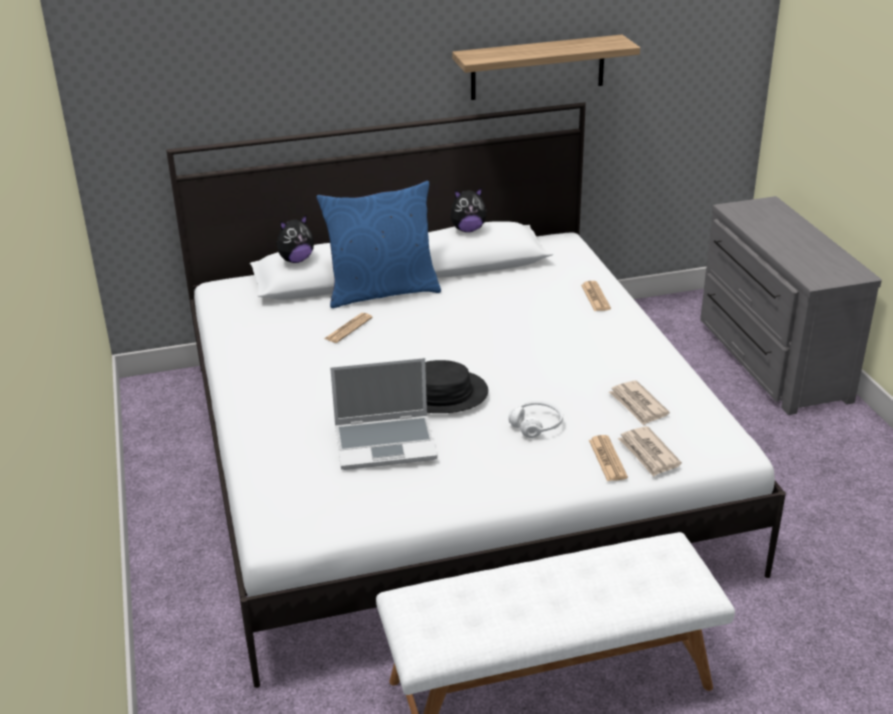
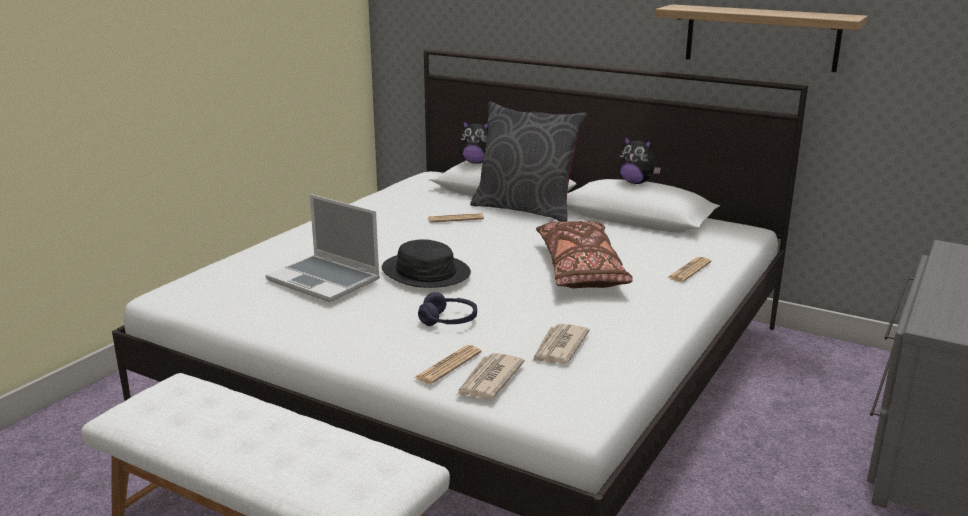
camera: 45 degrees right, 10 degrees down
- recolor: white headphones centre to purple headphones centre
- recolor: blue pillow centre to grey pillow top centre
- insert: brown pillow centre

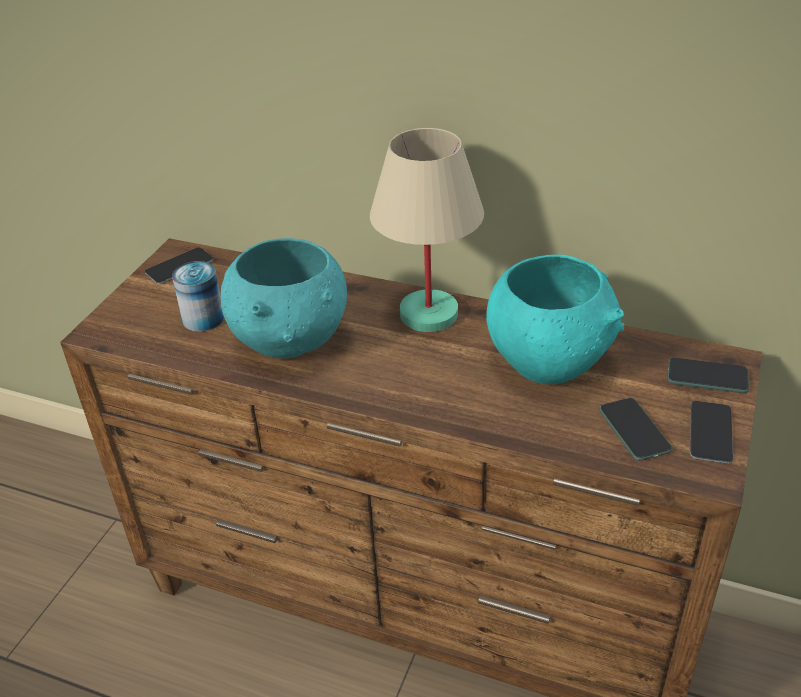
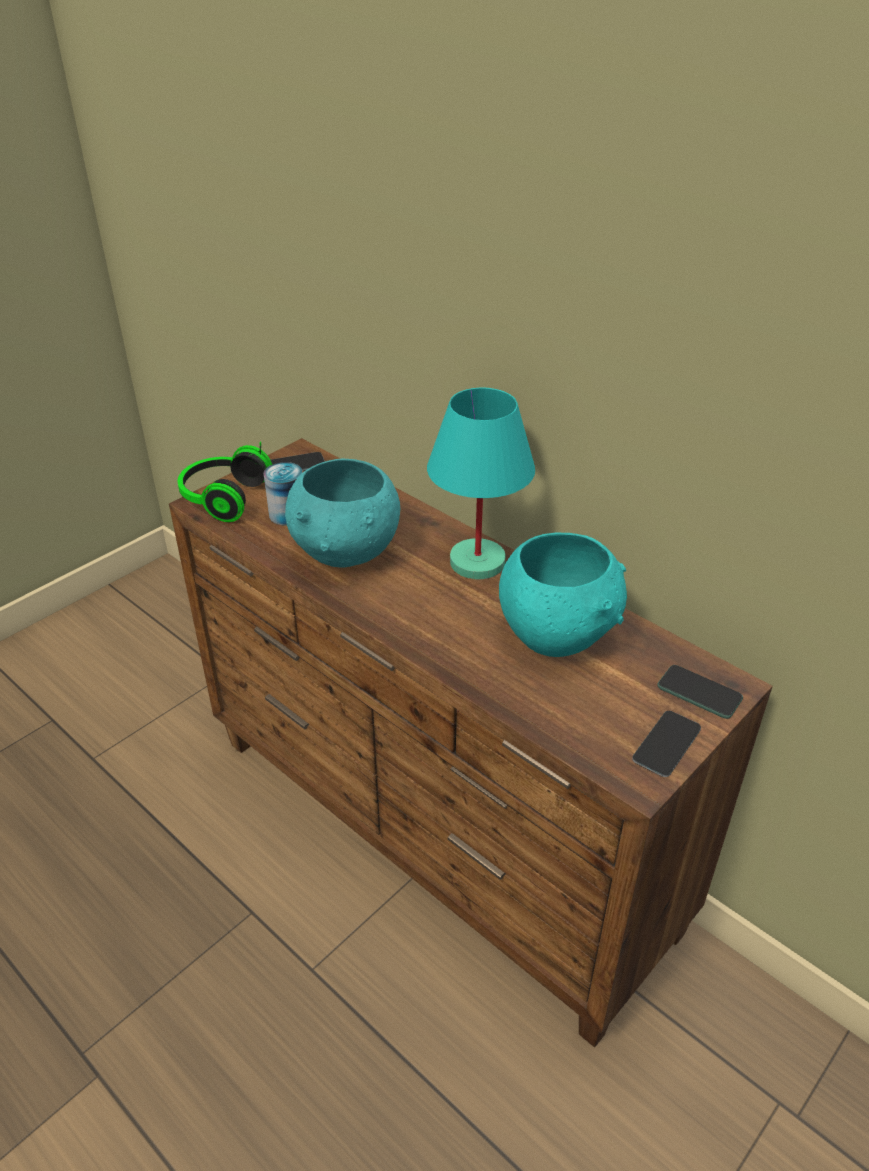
camera: 20 degrees right, 0 degrees up
- insert: headphones middle left
- recolor: beige table lamp top centre to turquoise table lamp centre
- delete: phone (2nd from left) middle right

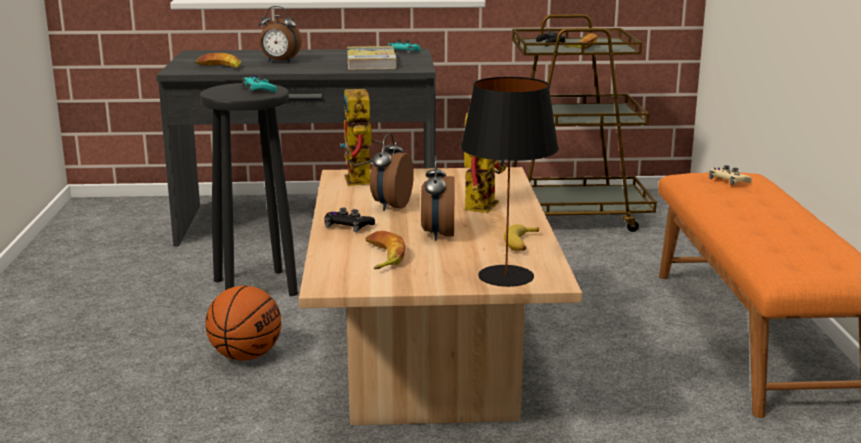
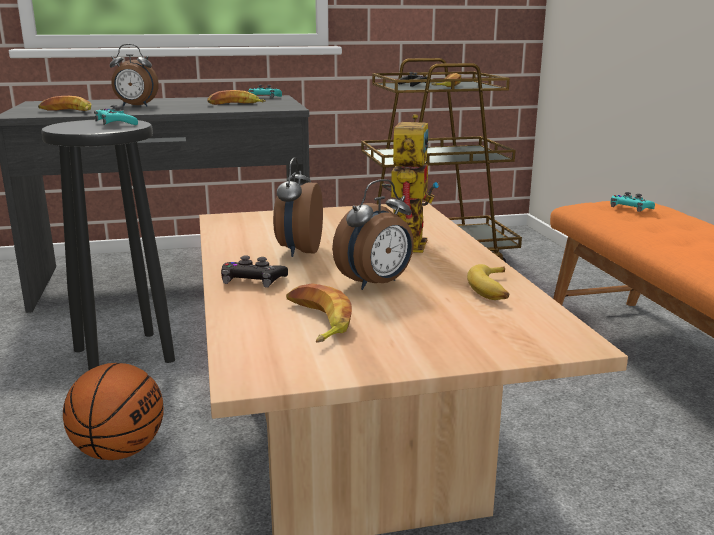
camera: 10 degrees left, 0 degrees up
- replace: book top centre to banana (2nd from left) top left
- rotate: alarm clock (3rd from left) centre = centre 120 degrees counterclockwise
- recolor: beige game controller middle right to turquoise game controller (3rd from left) middle right
- delete: toy robot (1st from left) top centre
- delete: black table lamp centre

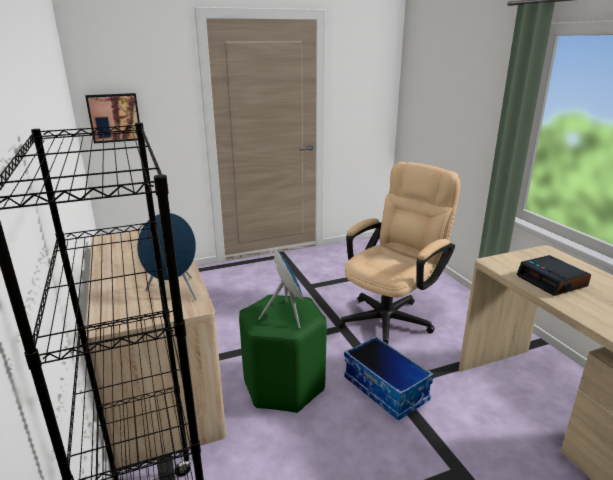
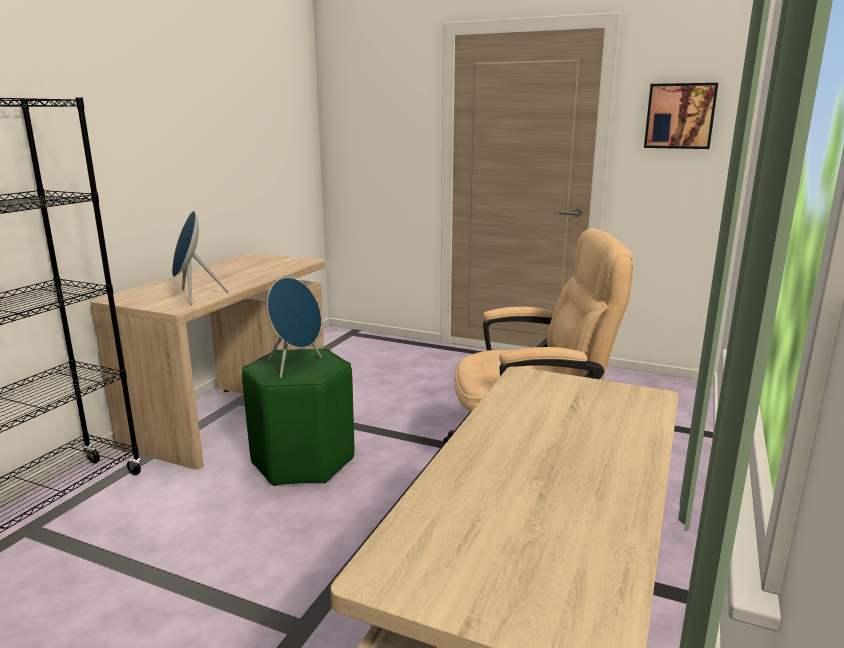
camera: 45 degrees right, 5 degrees down
- move: picture top left to top right
- delete: storage box bottom centre
- delete: alarm clock middle right

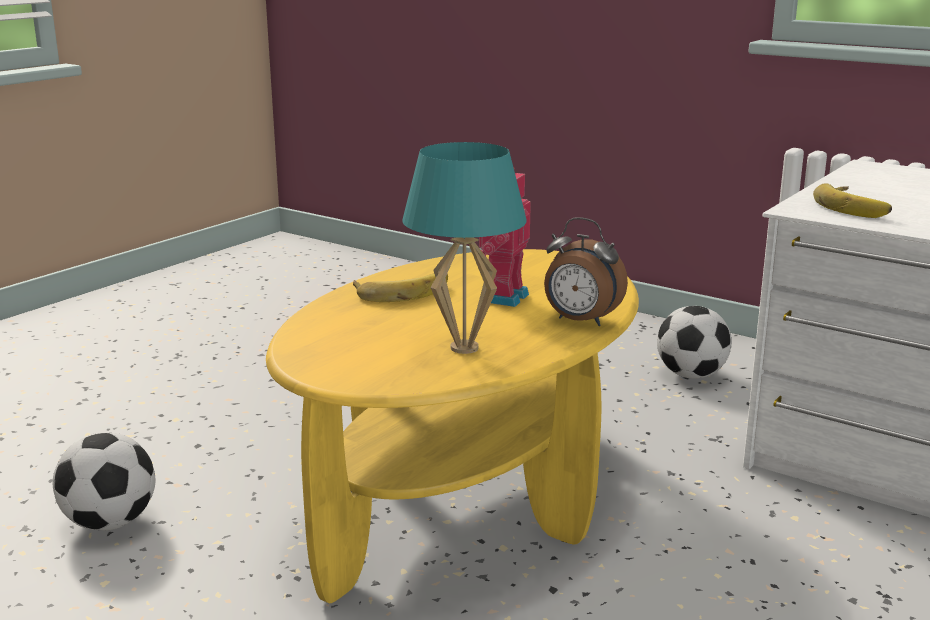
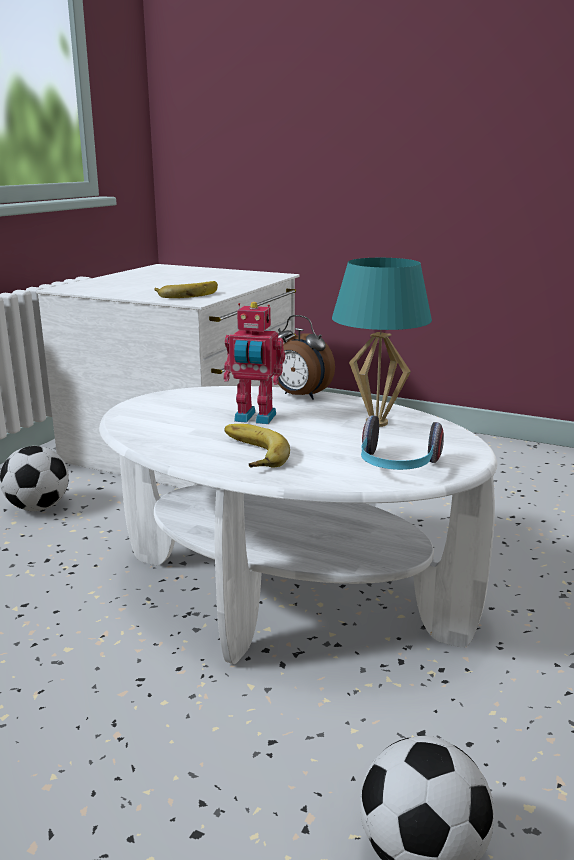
camera: 100 degrees left, 0 degrees up
- recolor: yellow coffee table bottom centre to white coffee table centre
- rotate: alarm clock centre = centre 105 degrees clockwise
- insert: headphones middle right

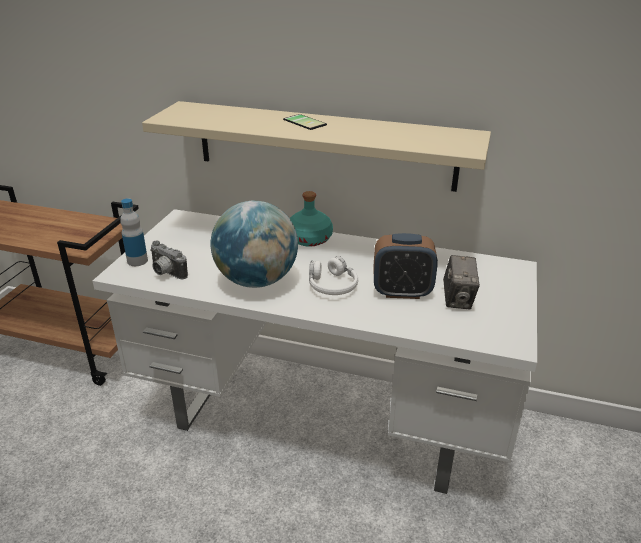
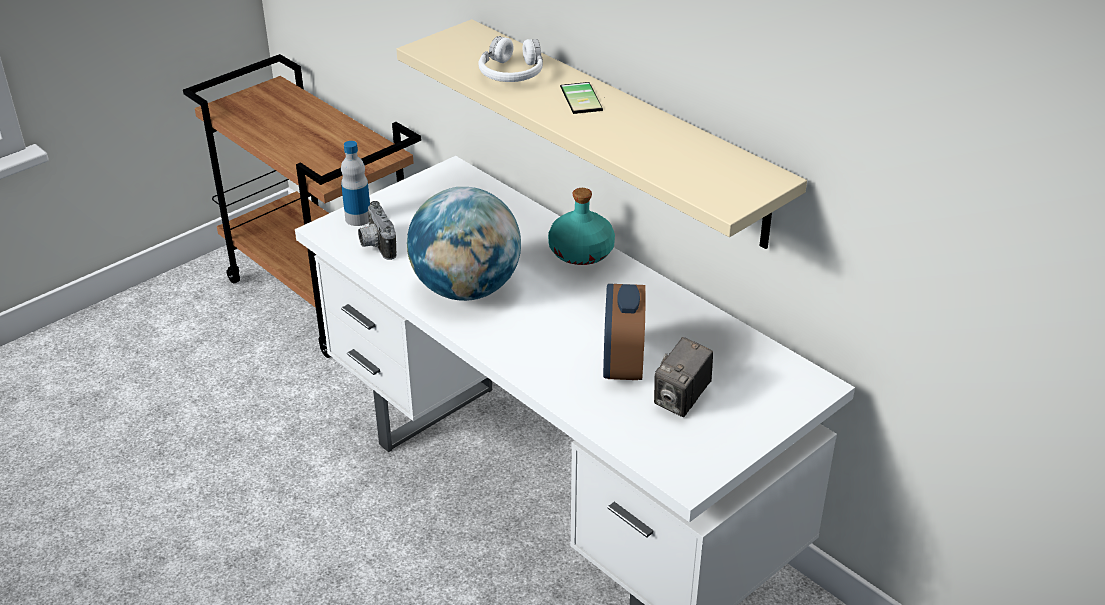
camera: 30 degrees right, 5 degrees up
- move: white headphones centre to top centre
- rotate: alarm clock centre = centre 60 degrees clockwise

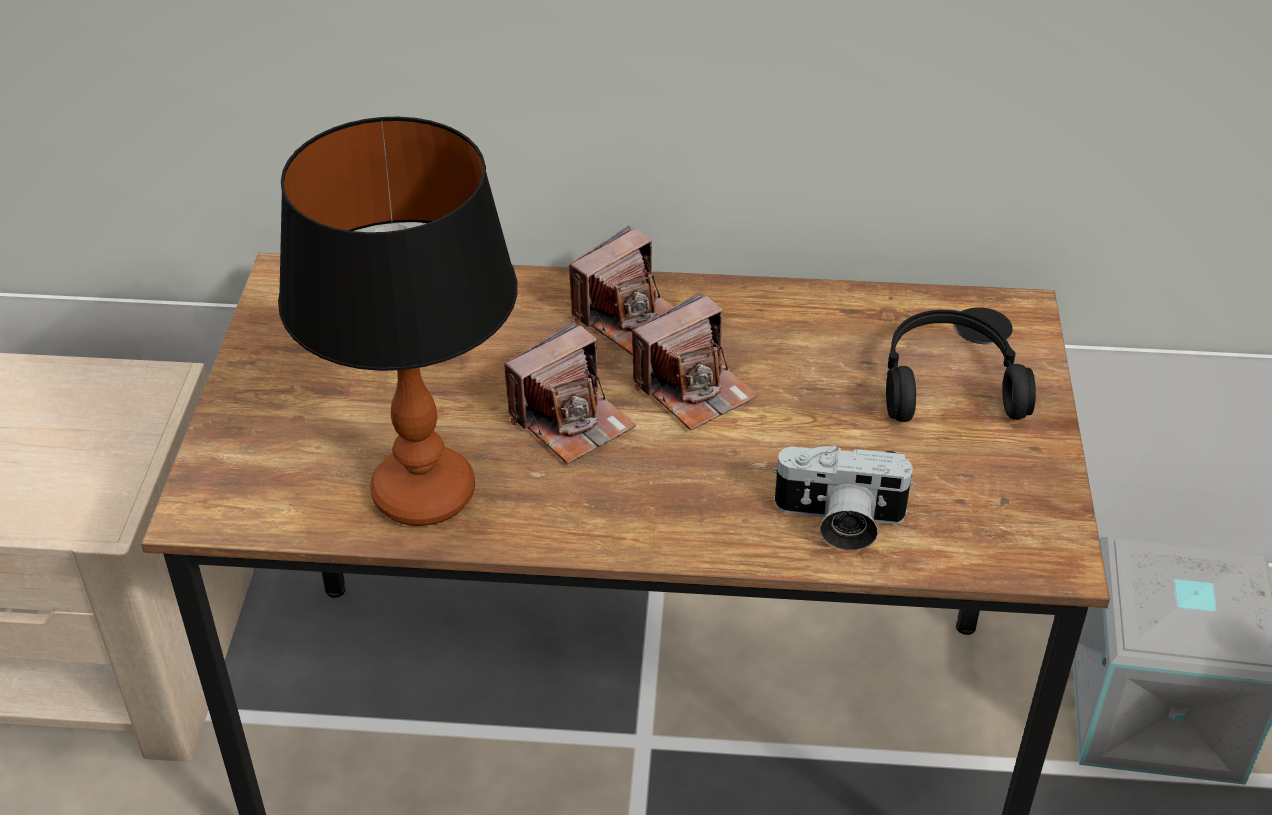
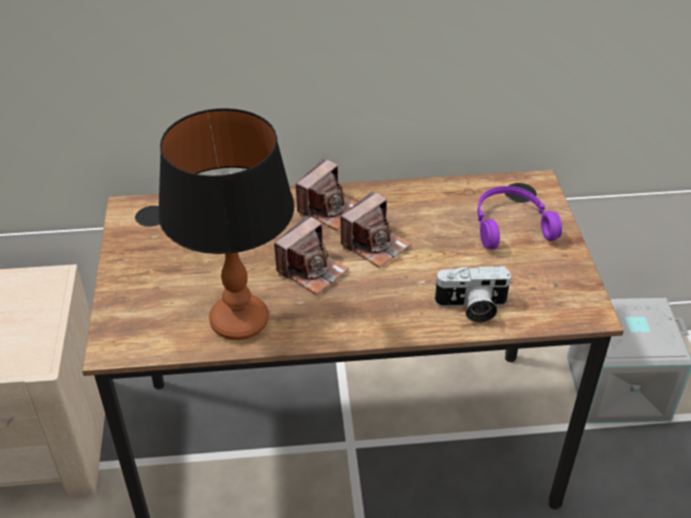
camera: 10 degrees left, 0 degrees up
- recolor: black headphones middle right to purple headphones middle right

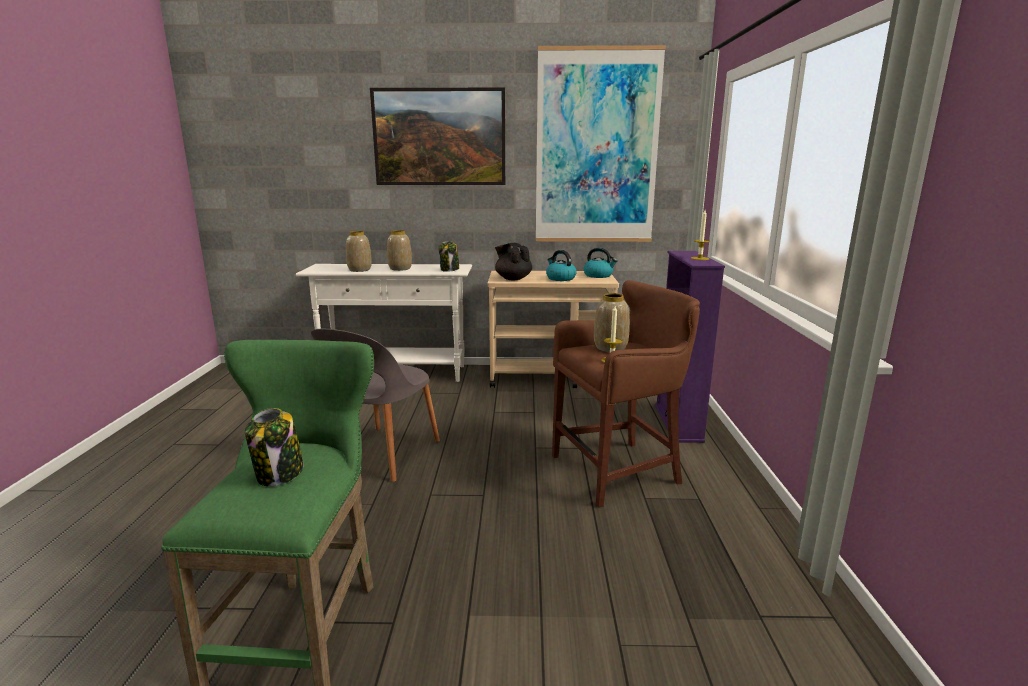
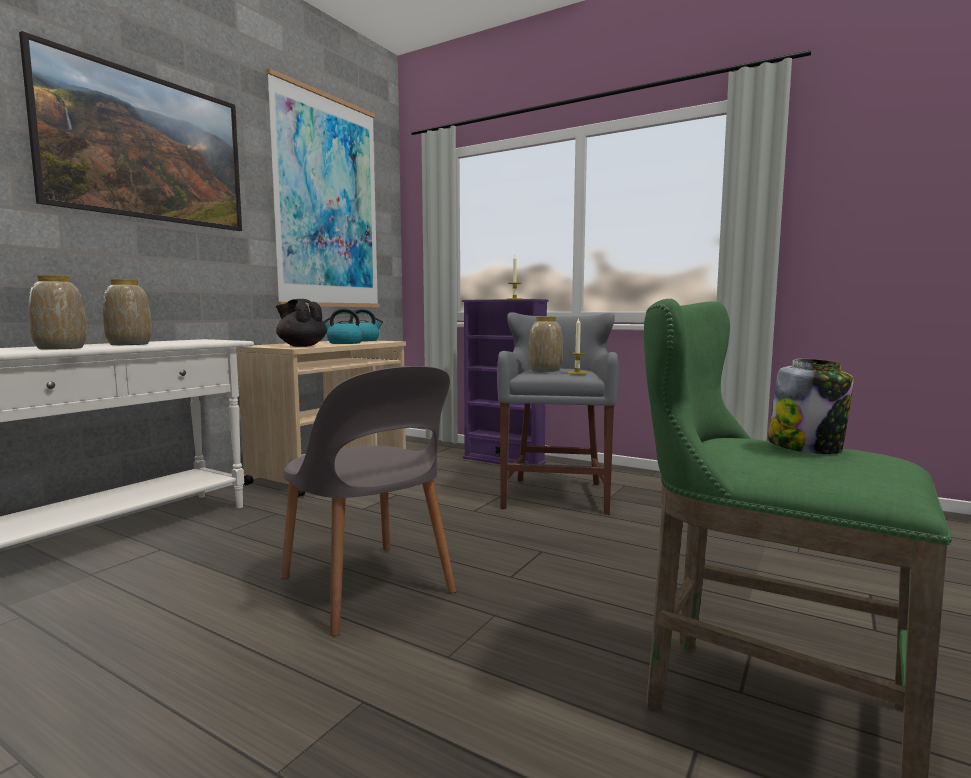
camera: 60 degrees left, 10 degrees down
- rotate: black teapot centre = middle left 45 degrees clockwise
- recolor: brown stool centre to grey stool centre
- delete: jar (2nd from left) centre

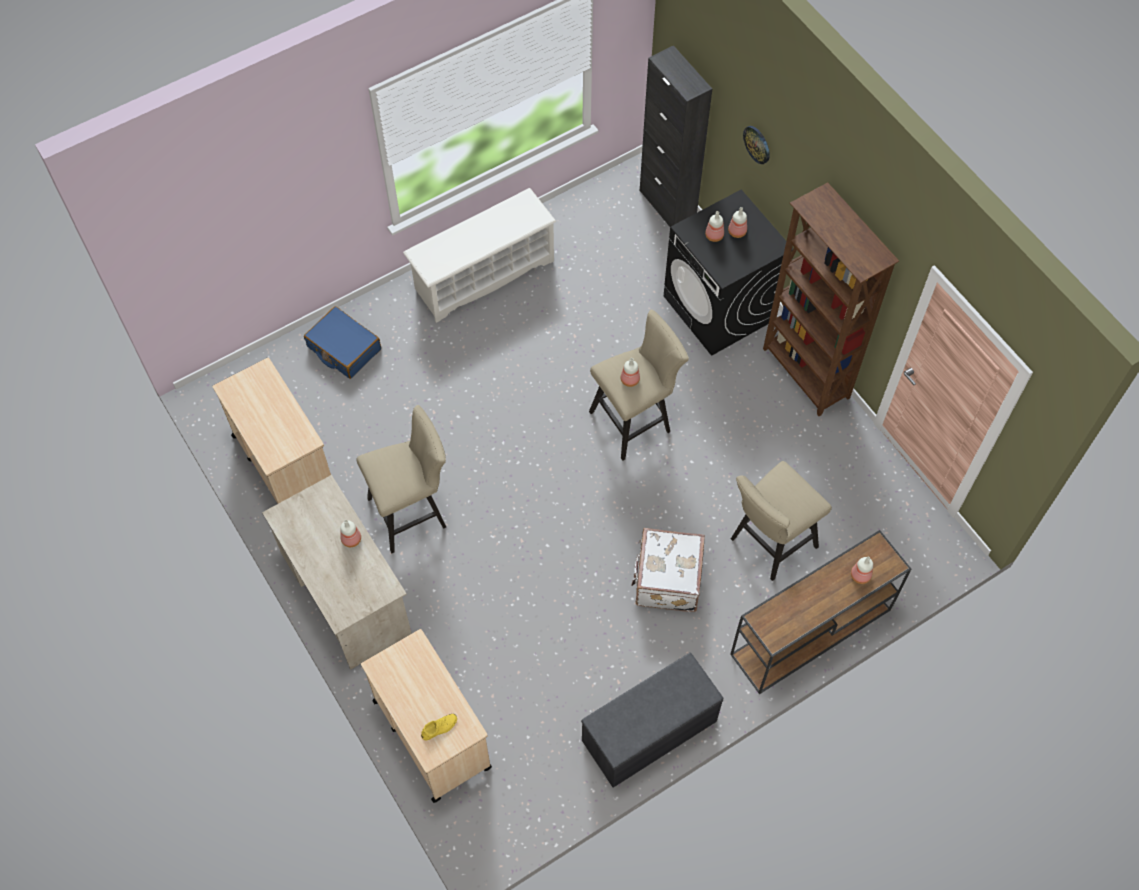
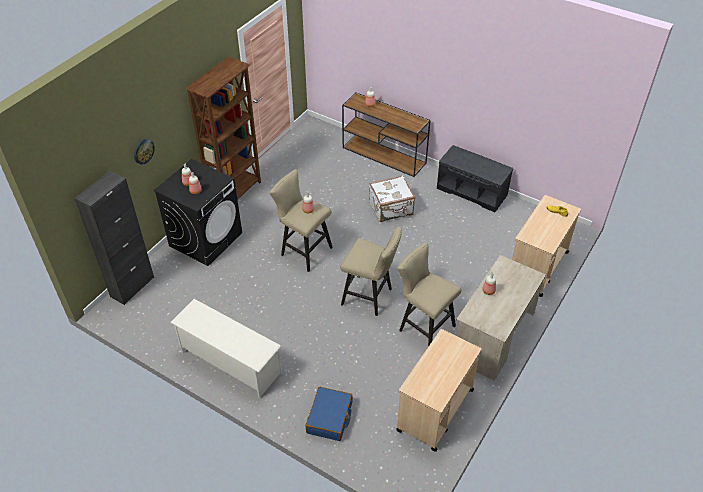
camera: 115 degrees left, 15 degrees down
- move: beige stool (3rd from left in the first image) middle right to beige stool (2nd from left) centre

